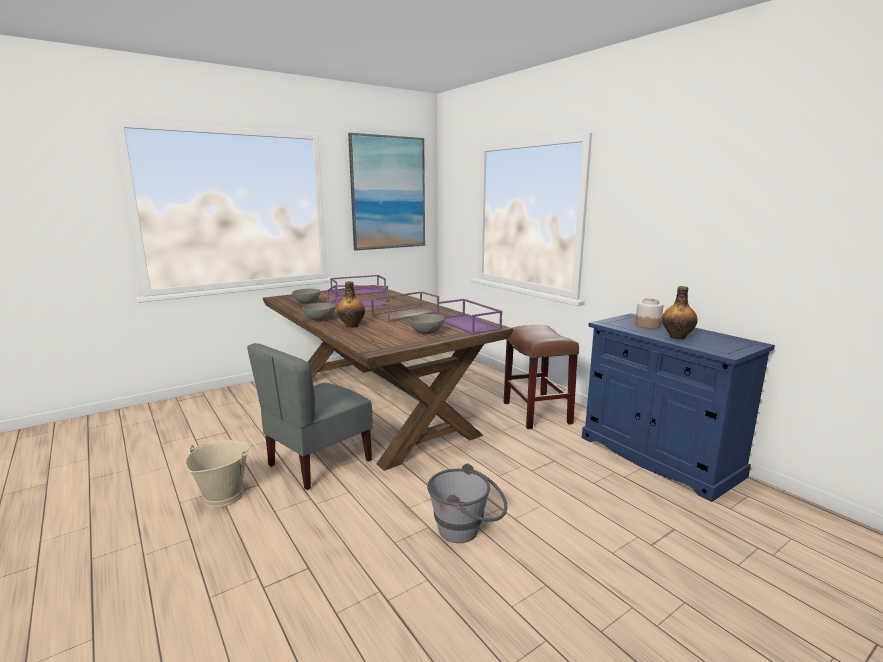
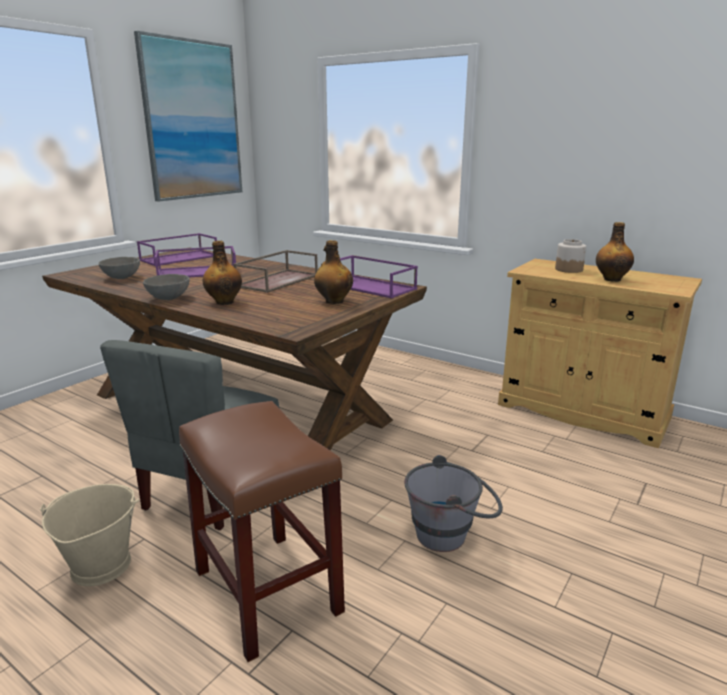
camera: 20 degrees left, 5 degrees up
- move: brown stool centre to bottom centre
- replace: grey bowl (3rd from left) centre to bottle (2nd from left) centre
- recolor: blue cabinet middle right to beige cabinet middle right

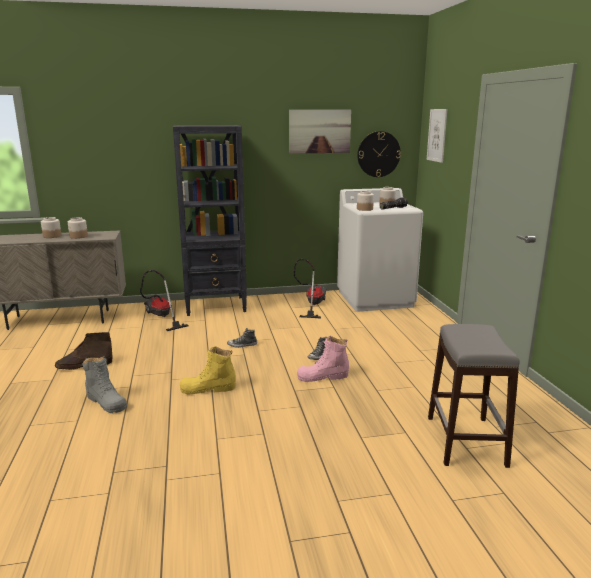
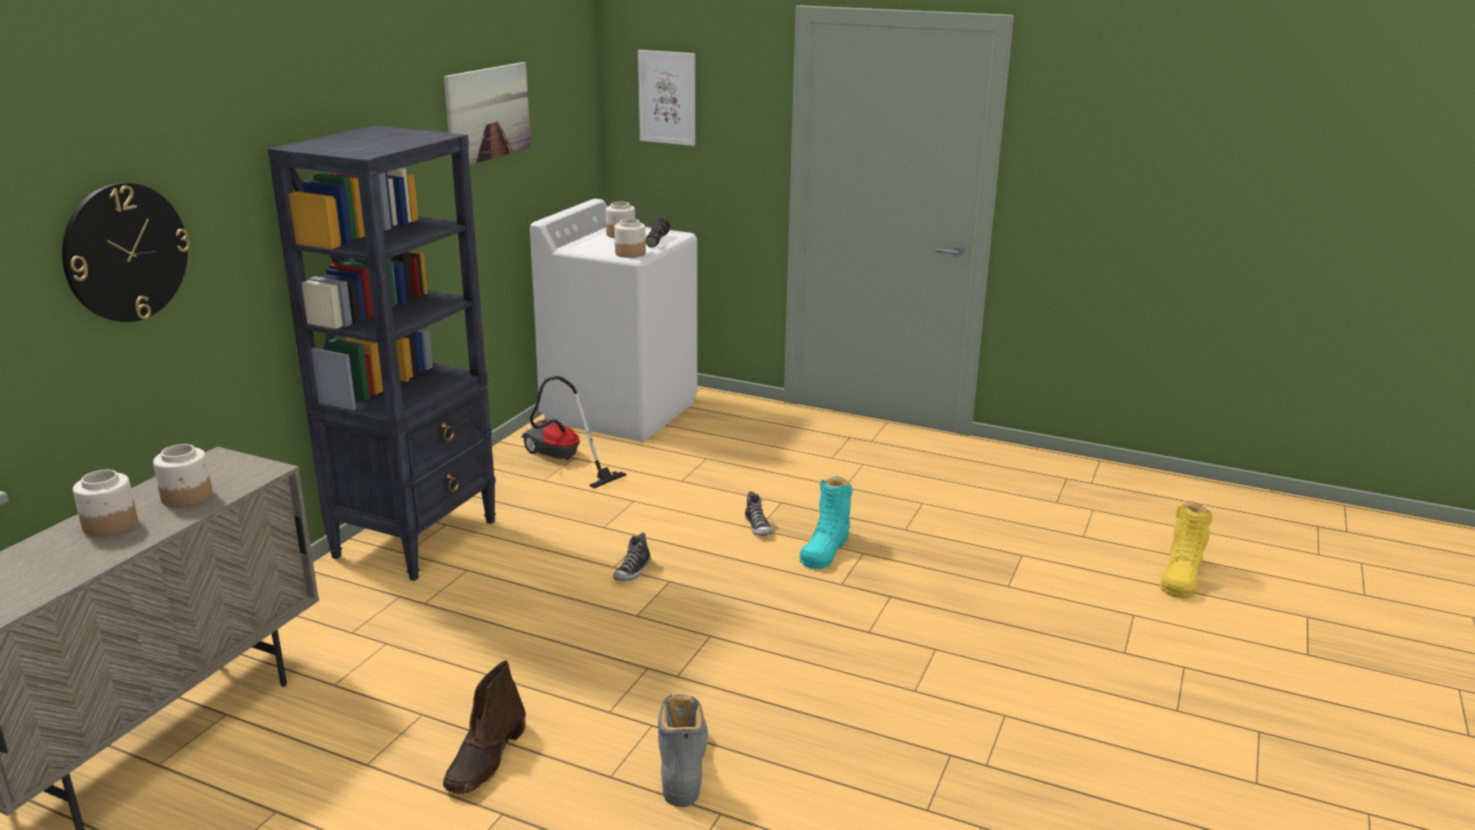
camera: 55 degrees left, 5 degrees up
- move: wall clock top centre to top left
- rotate: grey boot middle left = bottom centre 75 degrees counterclockwise
- recolor: pink boot centre to turquoise boot centre
- move: yellow boot centre to middle right
- delete: vacuum cleaner (1st from left) middle left
- delete: grey stool bottom right

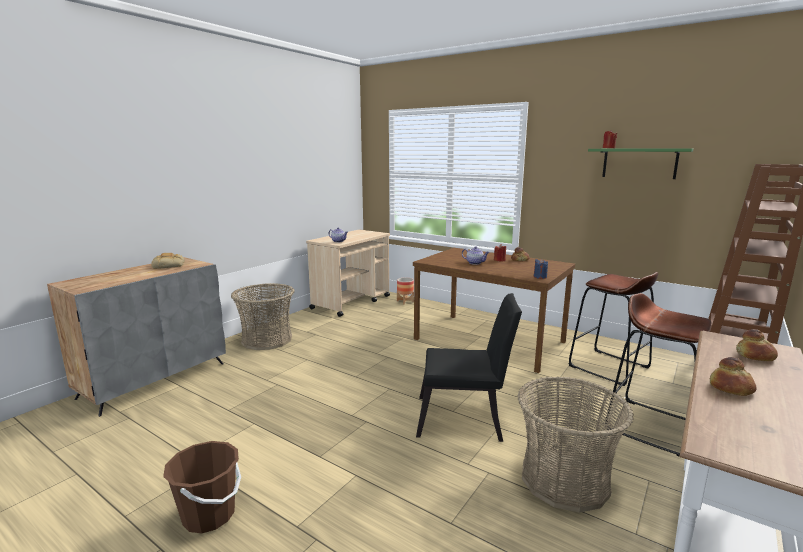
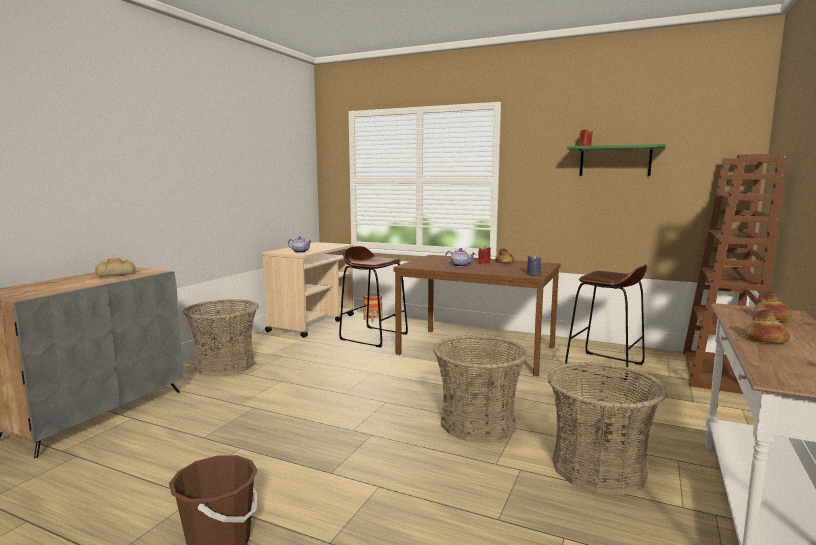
camera: 10 degrees left, 5 degrees down
- move: brown stool (2nd from left in the first image) bottom right to brown stool (1st from left) centre
- replace: black chair centre to basket (2nd from left) bottom centre

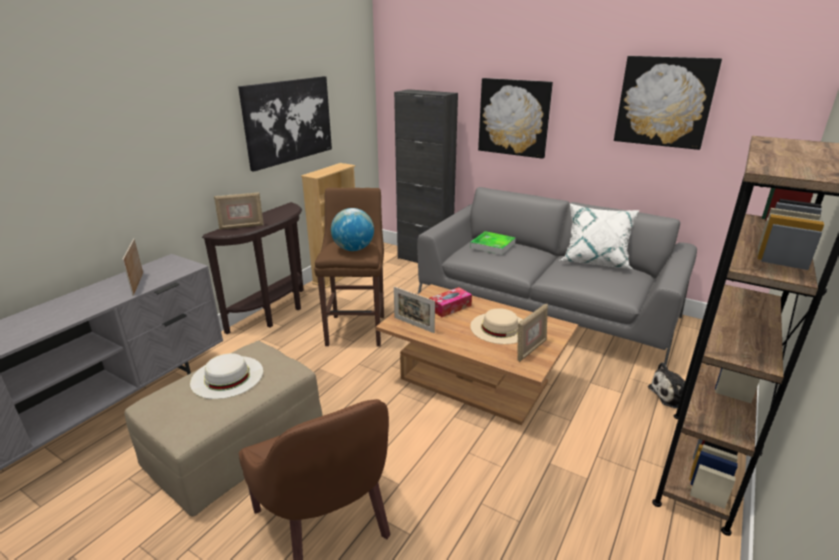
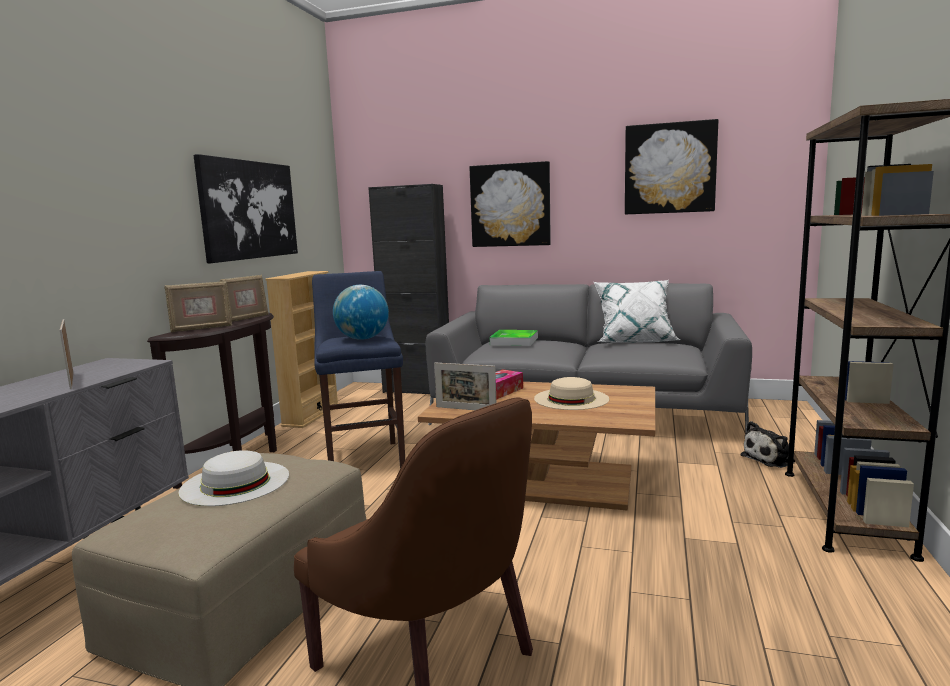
camera: 15 degrees left, 15 degrees down
- move: picture frame (4th from left in the first image) centre to picture frame (3rd from left) middle left
- recolor: brown stool centre to blue stool centre

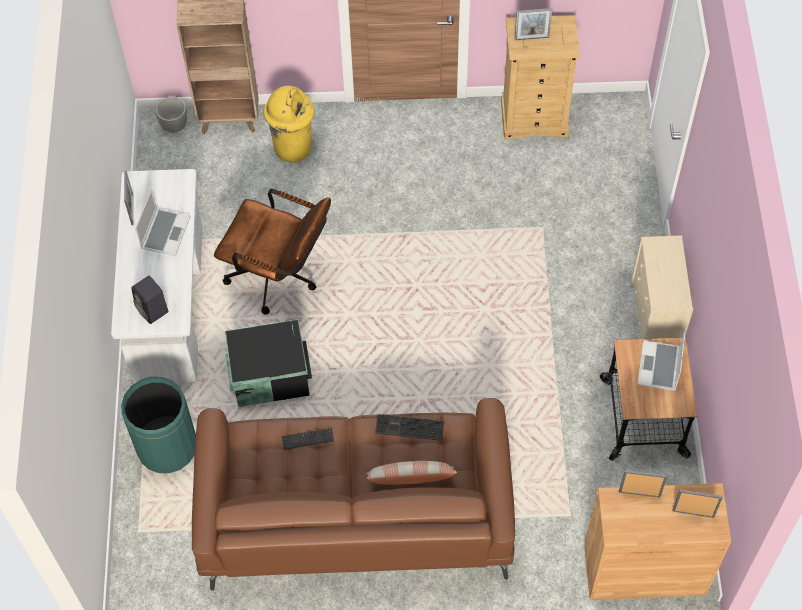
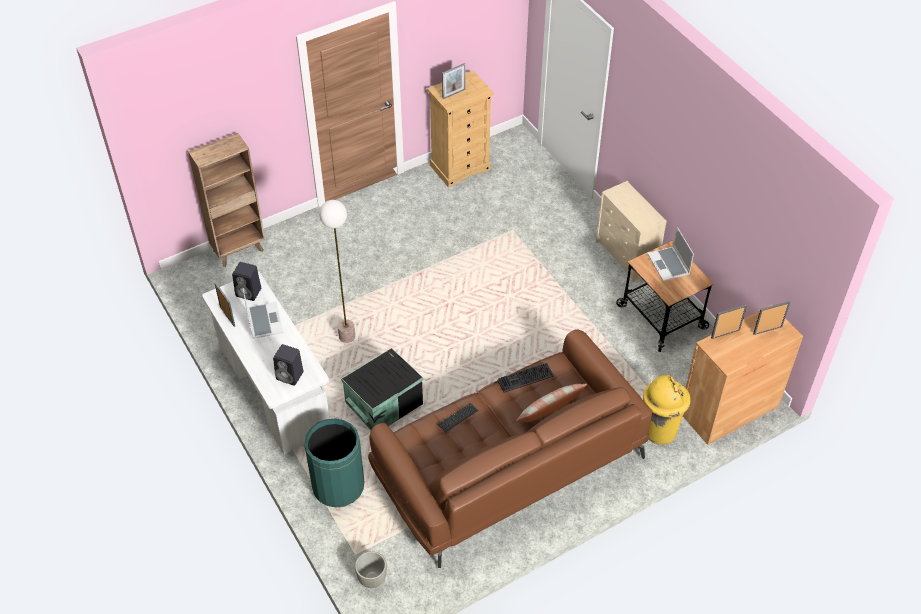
camera: 30 degrees left, 10 degrees down
- insert: black speaker (1st from left) middle left
- replace: brown office chair centre to floor lamp centre
- move: grey planter top left to bottom centre
- move: yellow trash can top centre to bottom right

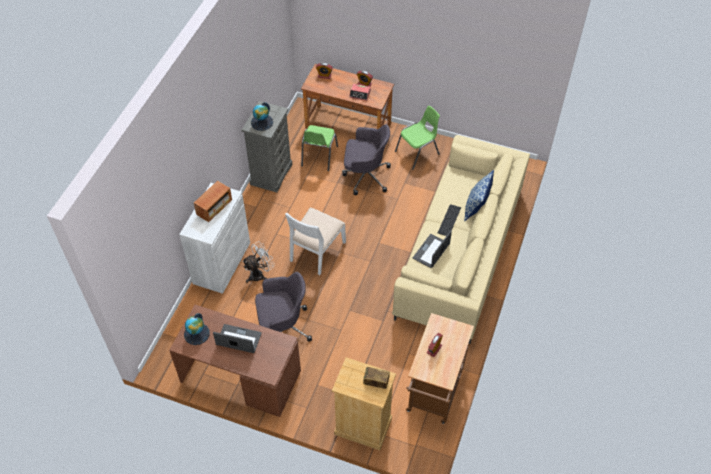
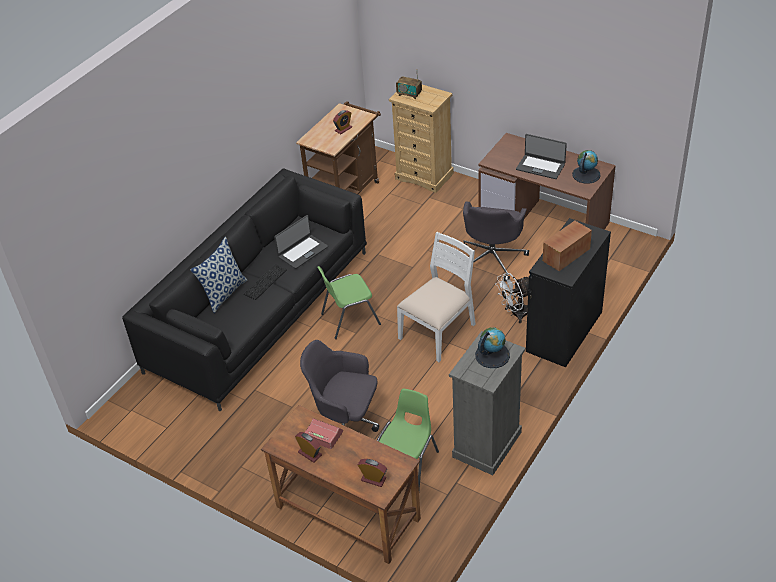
camera: 165 degrees left, 10 degrees down
- recolor: beige sofa centre to black sofa middle left
- move: green chair (2nd from left in the first image) top centre to green chair (1st from left) centre
- rotate: grey office chair (1st from left in the first image) centre = centre 75 degrees counterclockwise
- recolor: white cabinet middle left to black cabinet middle right

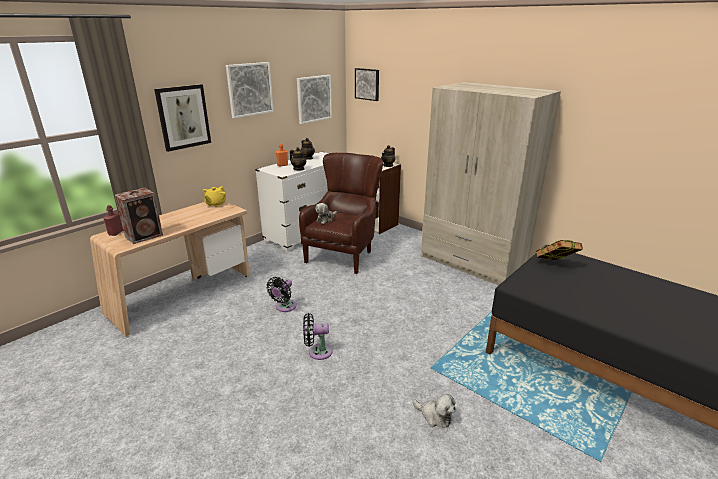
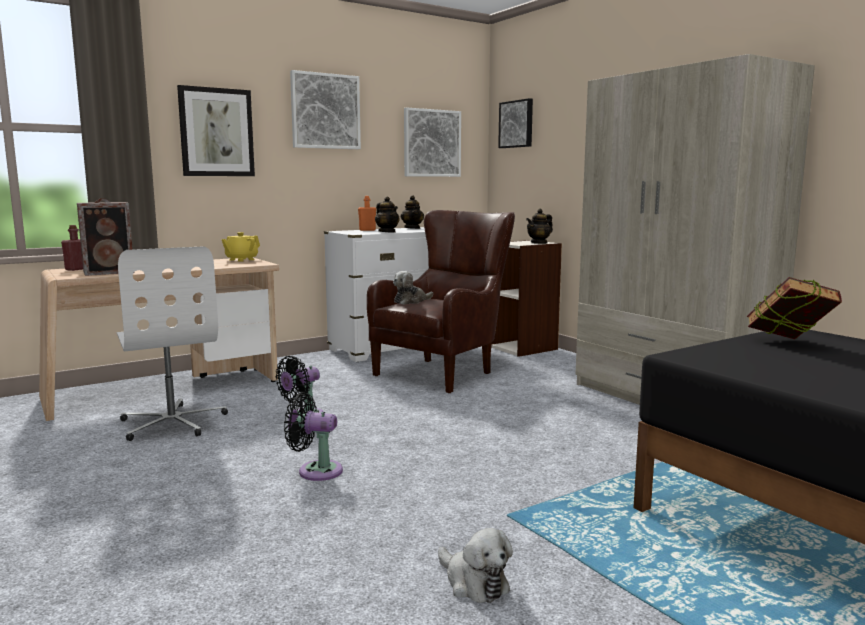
camera: 15 degrees right, 15 degrees down
- insert: white office chair middle left

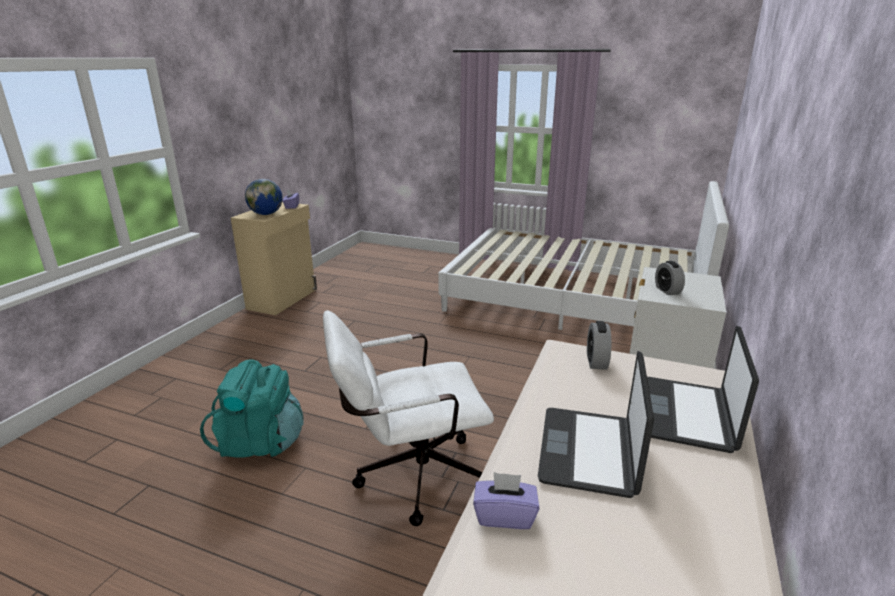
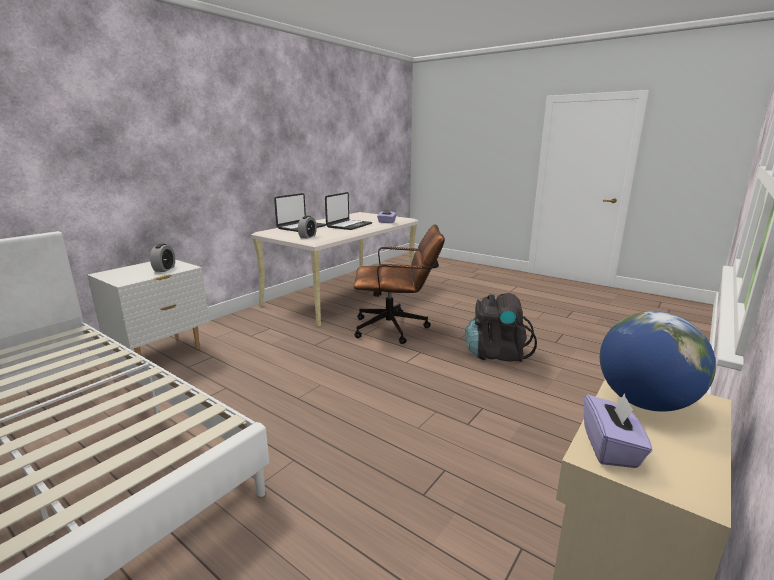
camera: 165 degrees left, 5 degrees down
- recolor: white office chair bottom centre to brown office chair centre
- recolor: turquoise backpack bottom left to black backpack centre

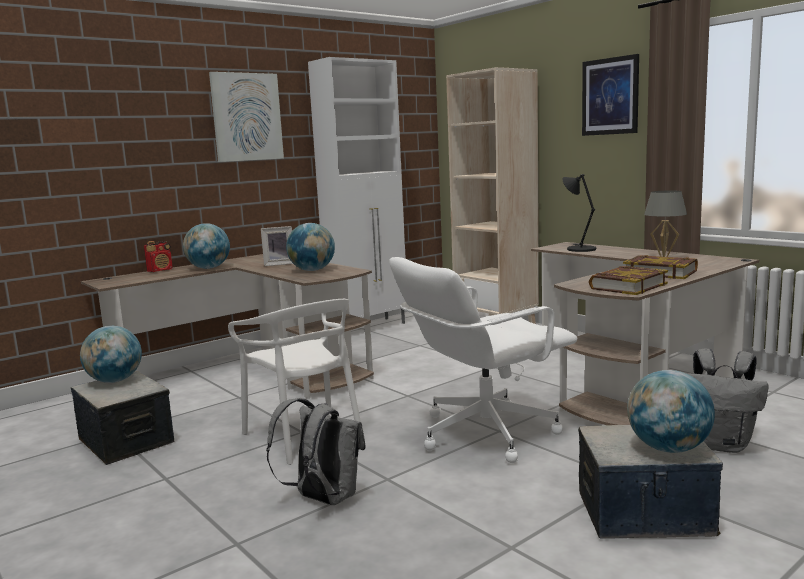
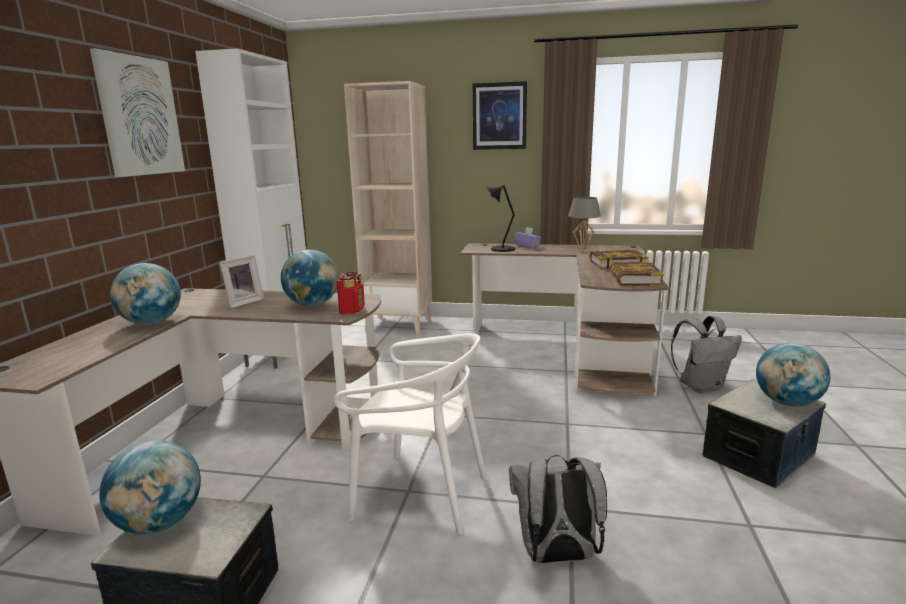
camera: 40 degrees left, 5 degrees up
- move: radio middle left to centre
- insert: purple tissue box centre
- delete: white office chair centre

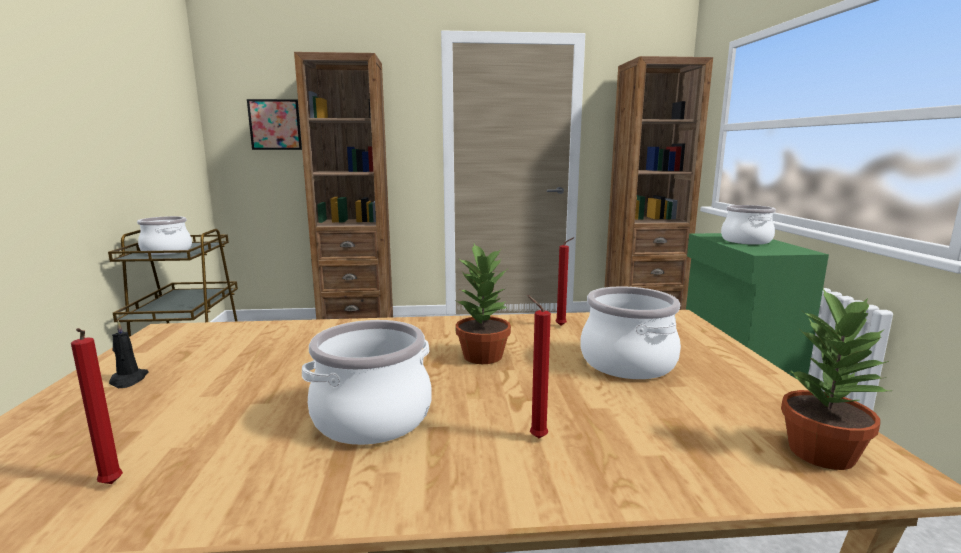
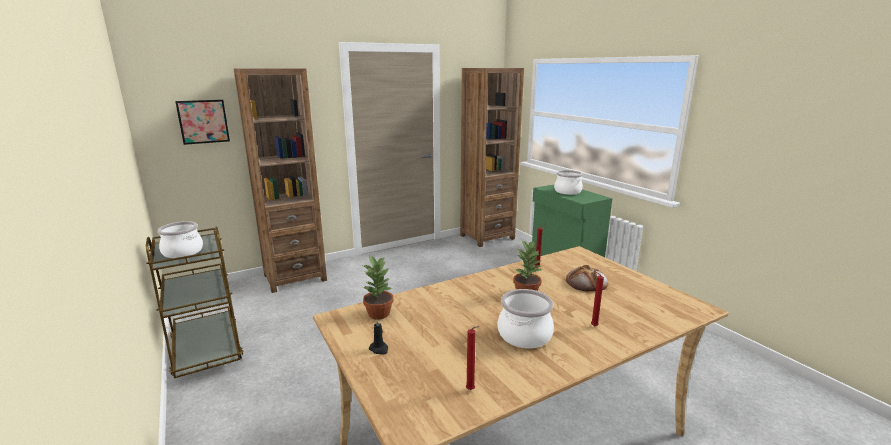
camera: 25 degrees left, 5 degrees up
- move: potted plant (2nd from left in the first image) bottom right to potted plant (1st from left) centre
- replace: cooking pot (3rd from left) centre to bread centre

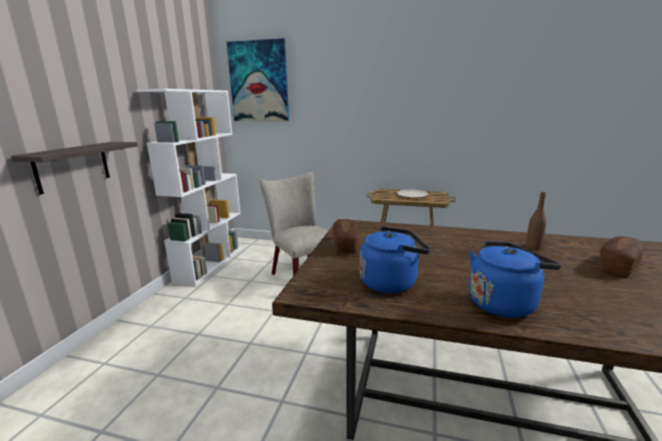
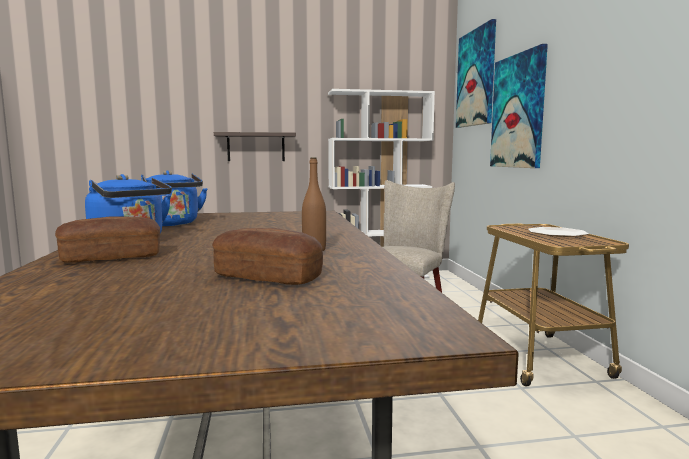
camera: 65 degrees right, 10 degrees down
- move: bread (1st from left) centre to middle left
- insert: picture (2nd from left) top right

